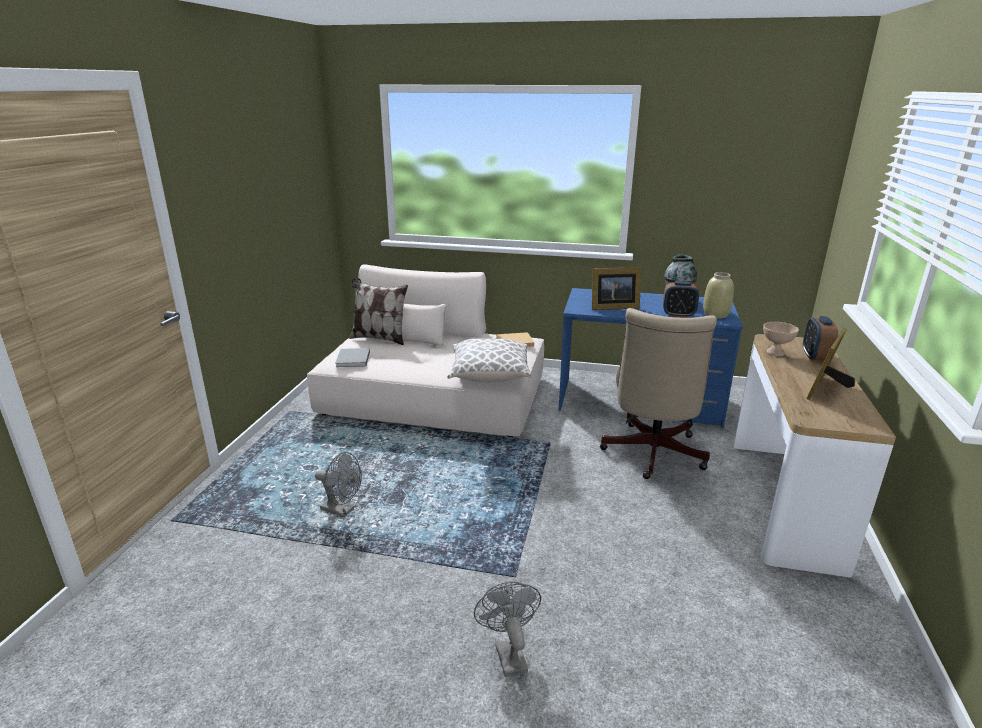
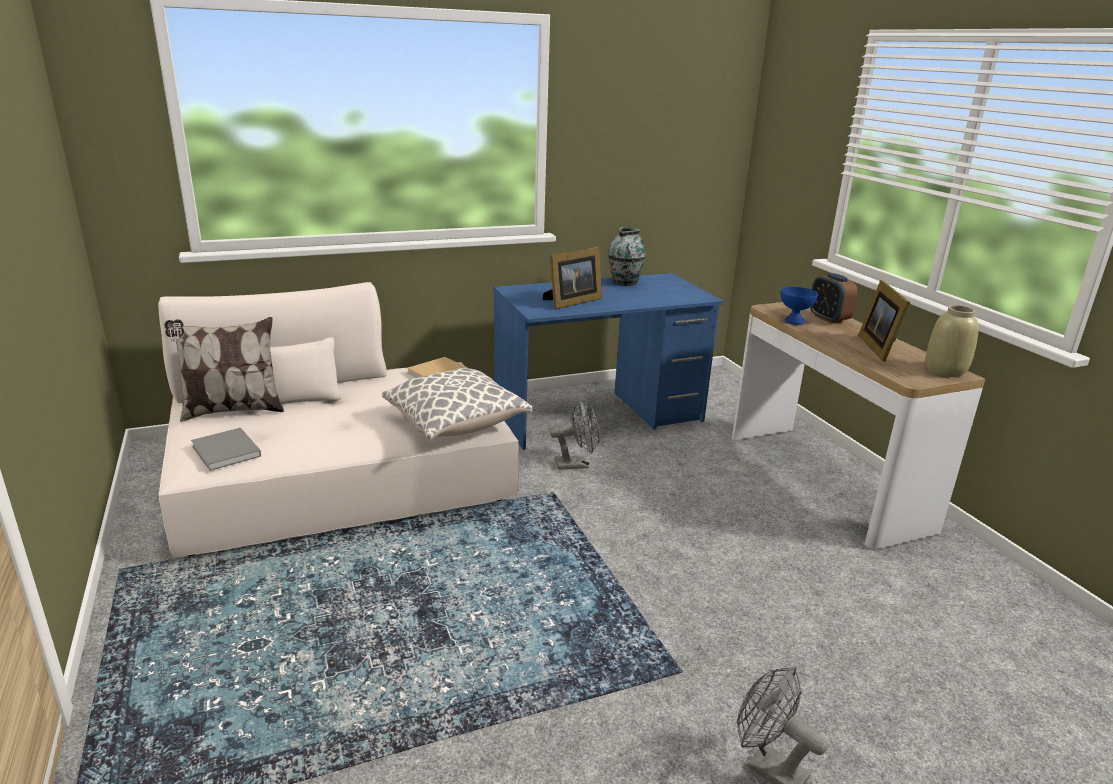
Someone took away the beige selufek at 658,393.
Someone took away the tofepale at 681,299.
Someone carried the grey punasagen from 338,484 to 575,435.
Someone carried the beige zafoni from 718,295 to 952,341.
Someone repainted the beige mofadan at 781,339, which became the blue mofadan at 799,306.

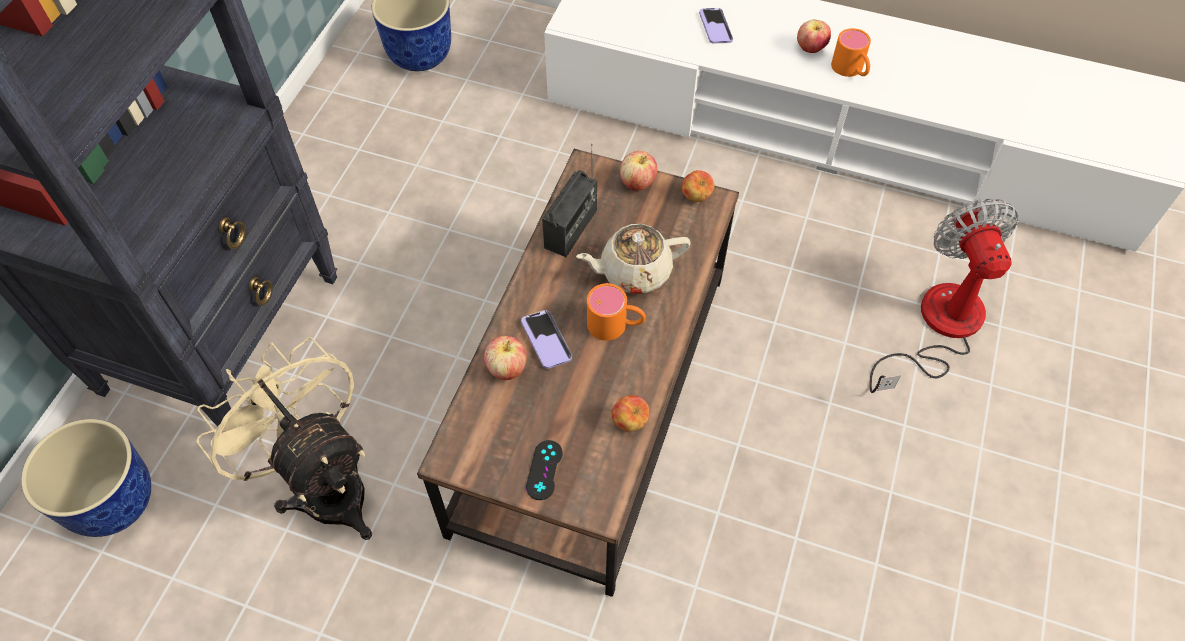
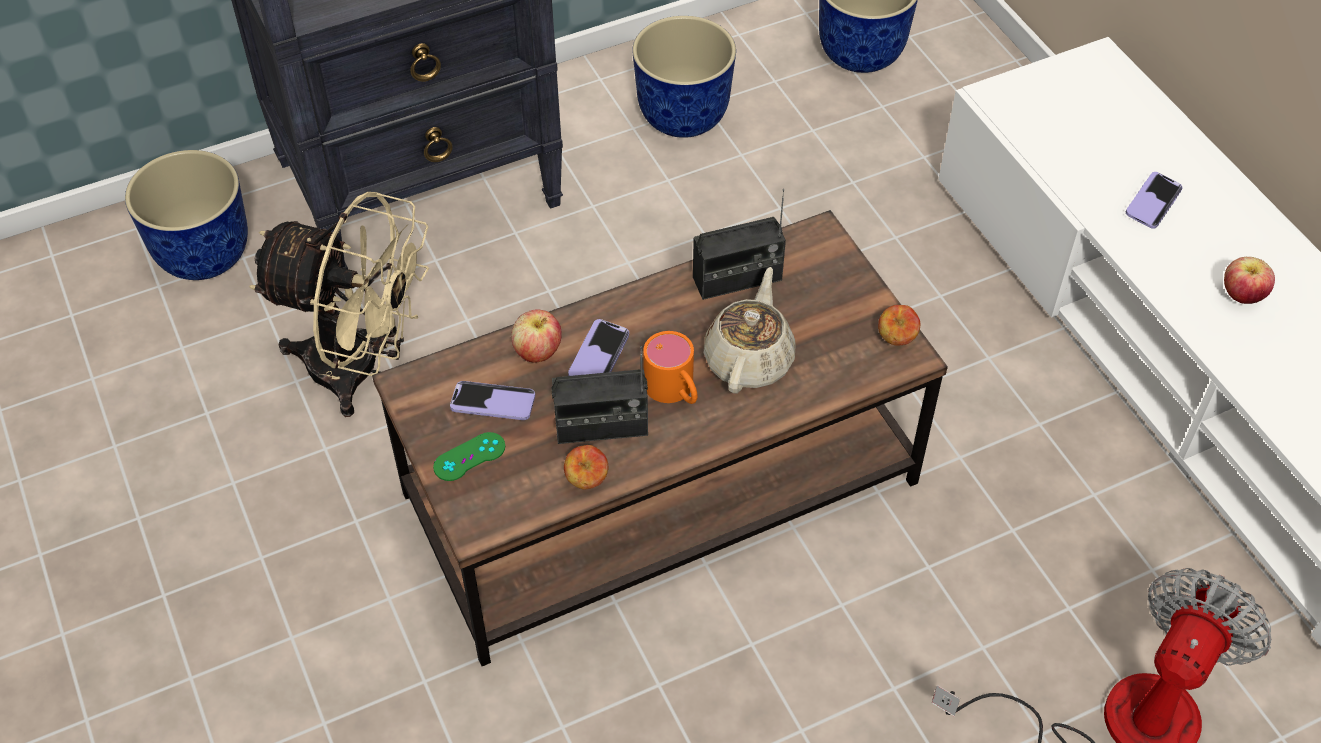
Someone took away the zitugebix at 638,171.
Someone took away the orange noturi at 851,52.
Someone put down the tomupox at 492,400.
Someone put down the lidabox at 599,395.
Someone put down the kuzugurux at 684,77.
Someone repainted the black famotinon at 544,470, which became the green famotinon at 469,456.
Someone rotated the beige punasagen at 284,438 by 105 degrees clockwise.
Someone rotated the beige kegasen at 633,259 by 75 degrees clockwise.

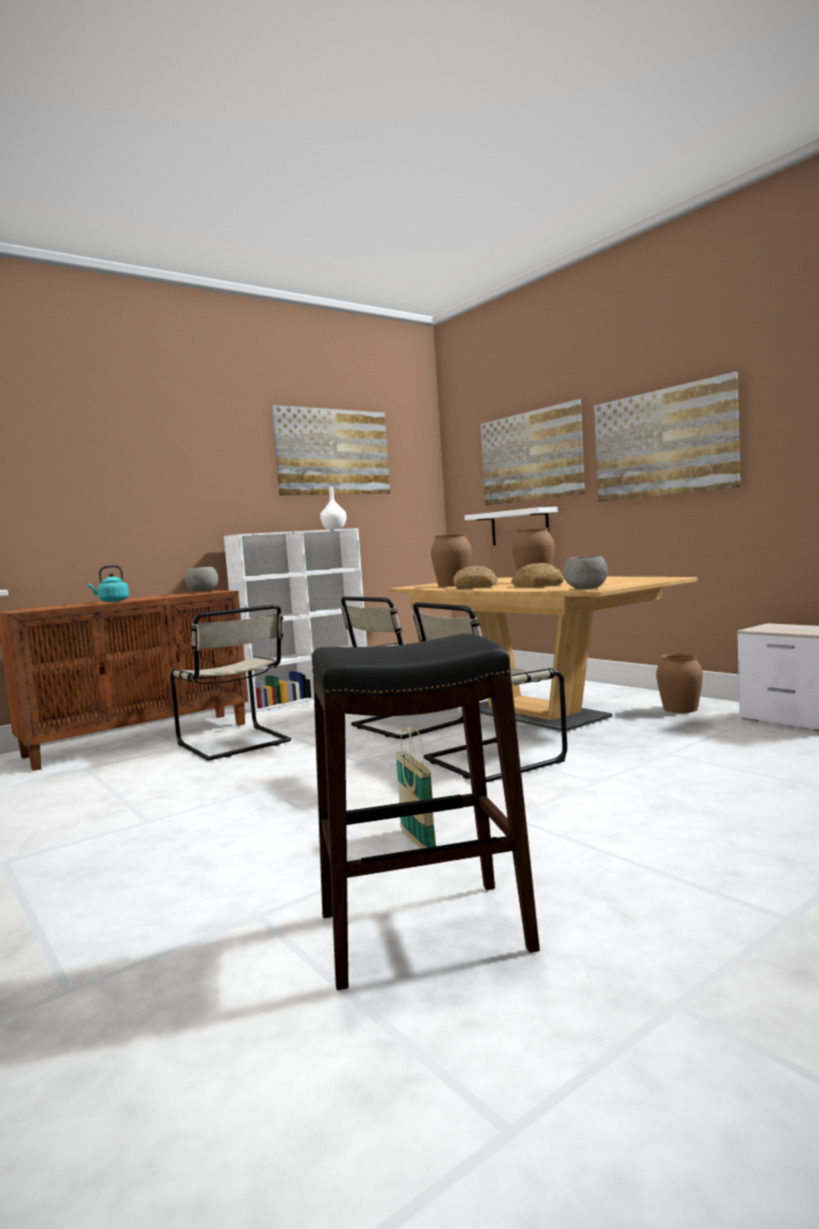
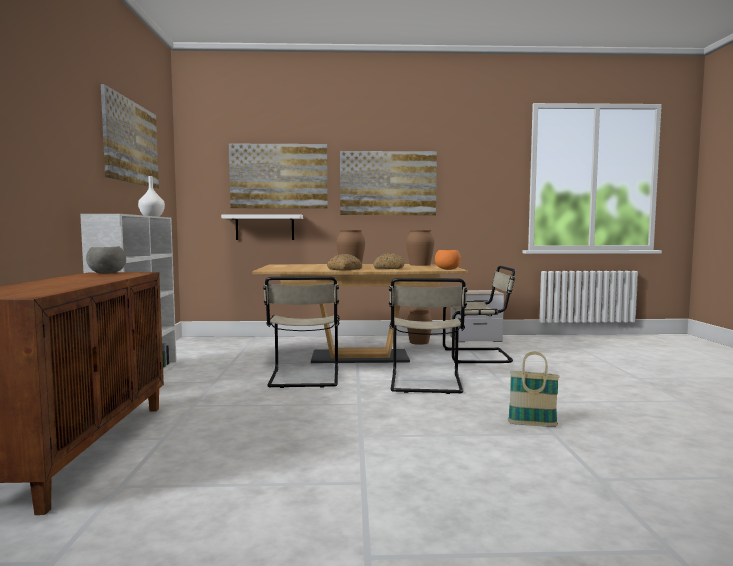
Someone took away the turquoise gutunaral at 108,583.
Someone took away the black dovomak at 426,811.
Someone carried the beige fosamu from 230,682 to 479,314.
Someone carried the brown zafoni from 451,560 to 420,248.
Someone repainted the grey mofadan at 585,572, which became the orange mofadan at 448,260.

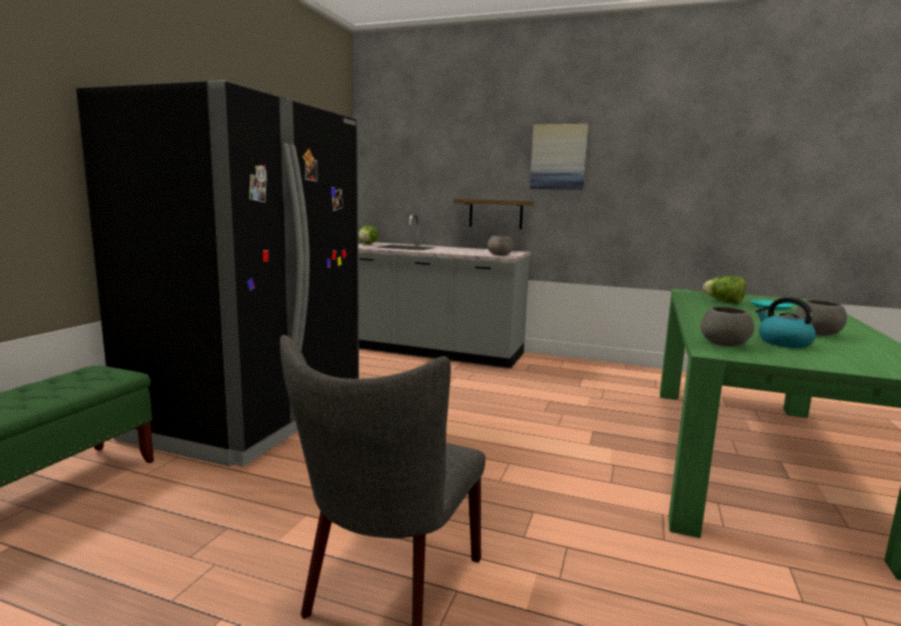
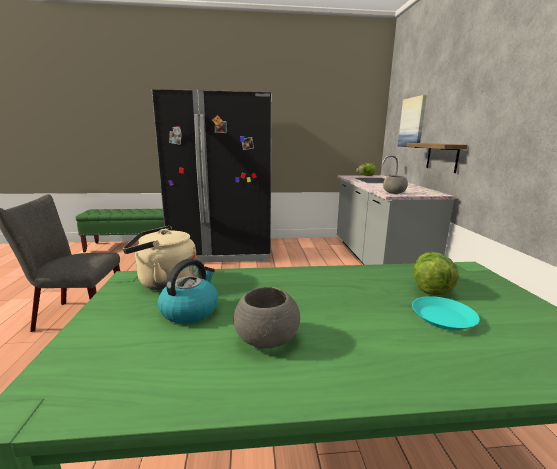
Someone carried the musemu from 559,157 to 412,121.
Someone swapped the grey mofadan at 727,326 for the beige gutunaral at 160,258.

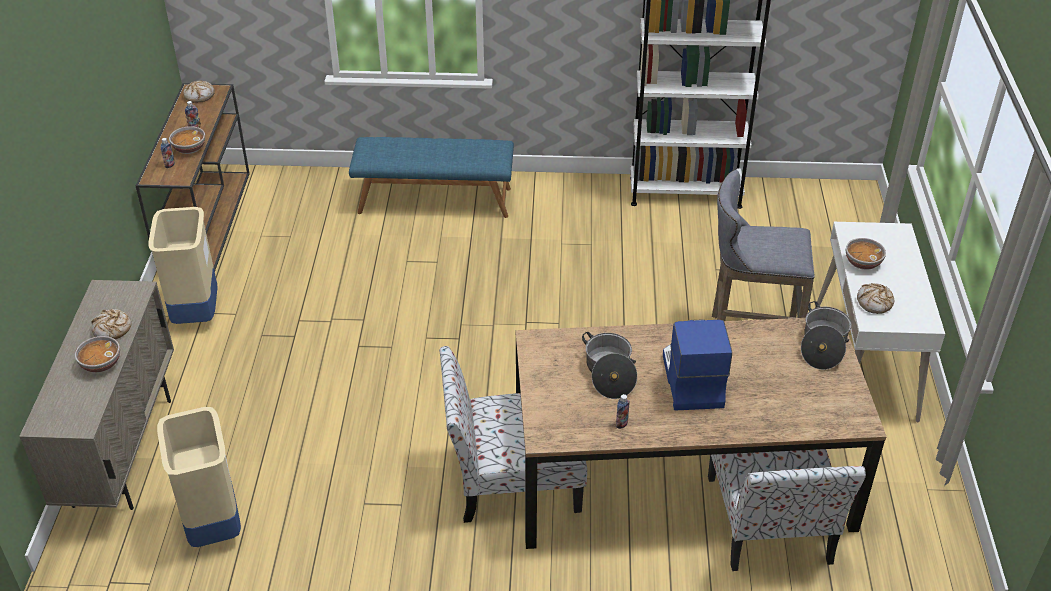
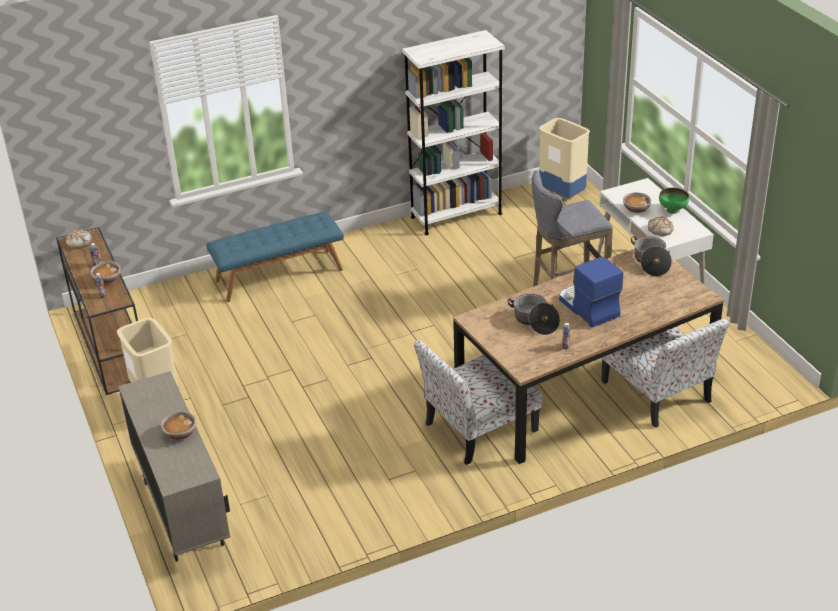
Someone took away the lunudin at 111,324.
Someone put down the green mofadan at 674,201.
Someone carried the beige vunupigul from 199,477 to 564,158.

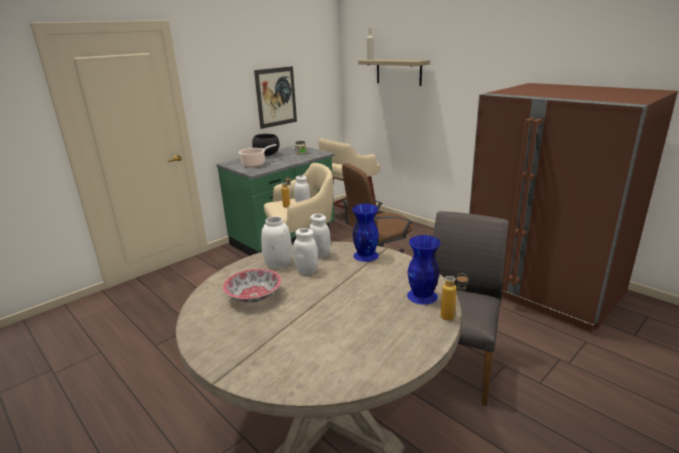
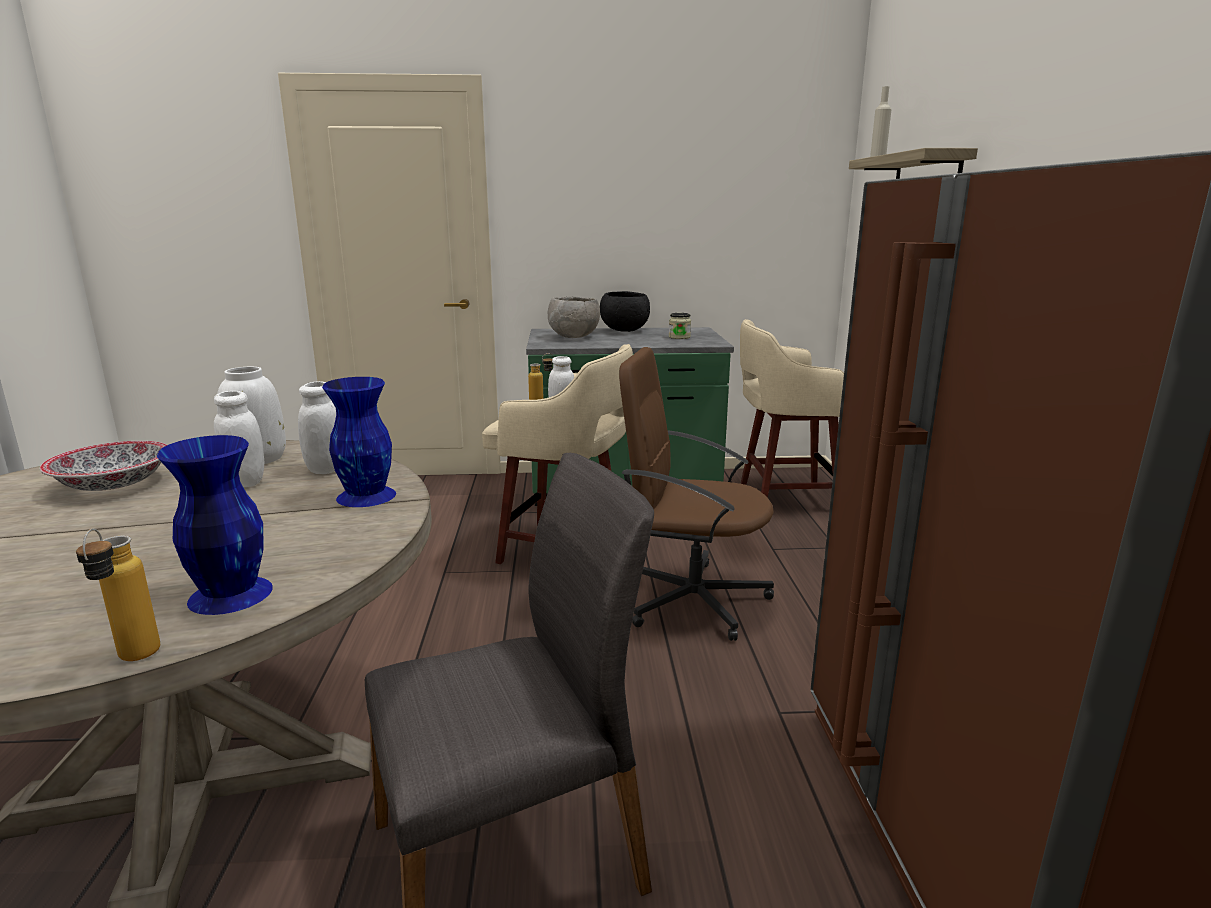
Someone took away the musemu at 275,97.
Someone swapped the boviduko at 258,155 for the grey mofadan at 574,317.

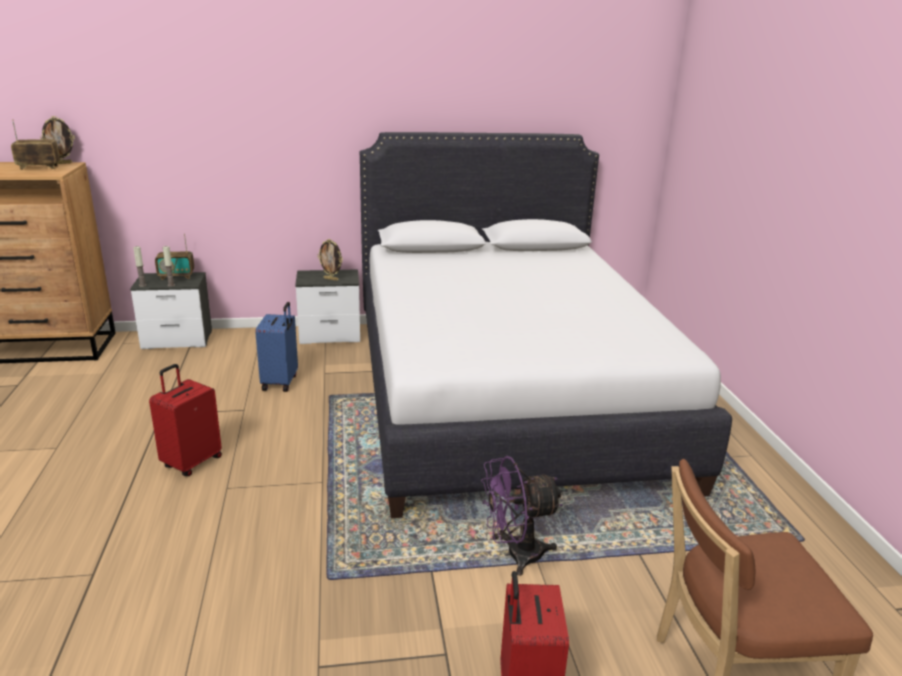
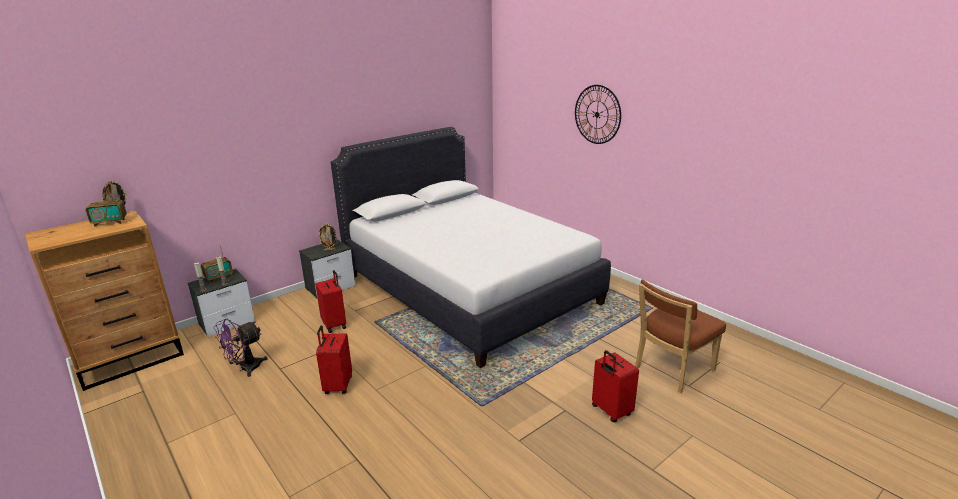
Someone put up the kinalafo at 598,114.
Someone carried the purple punasagen from 521,516 to 240,348.
Someone repainted the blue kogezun at 276,347, which became the red kogezun at 330,301.
Someone rotated the lidabox at 35,144 by 150 degrees counterclockwise.

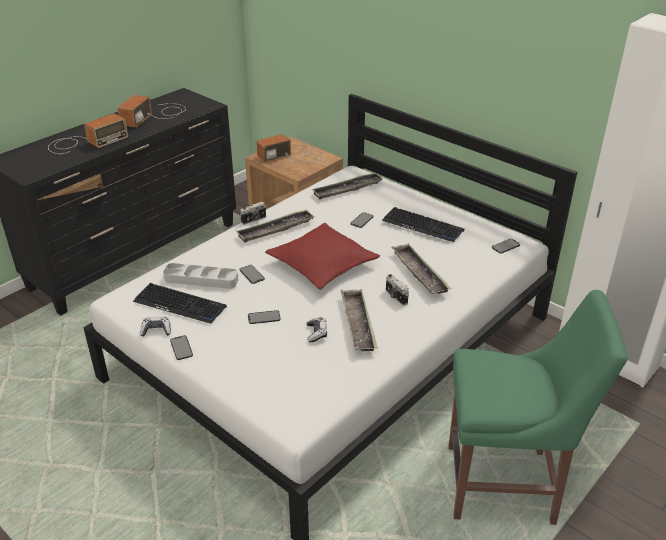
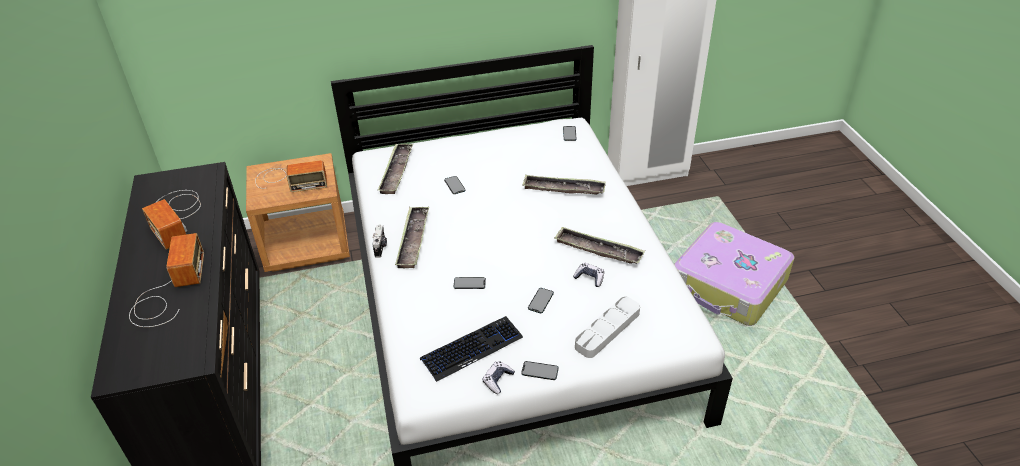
Someone took away the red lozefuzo at 322,256.
Someone took away the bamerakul at 423,224.
Someone took away the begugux at 397,289.
Someone carried the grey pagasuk from 200,276 to 607,327.
Someone swapped the green fosamu at 538,407 for the kogezun at 734,274.
Someone rotated the lidabox at 290,149 by 105 degrees counterclockwise.

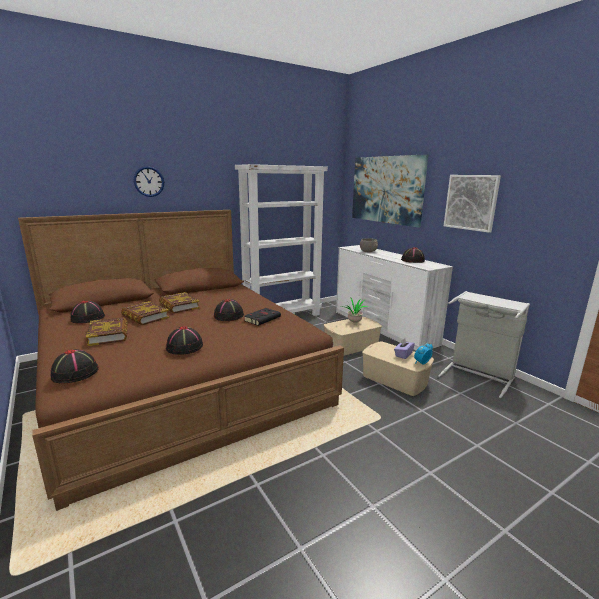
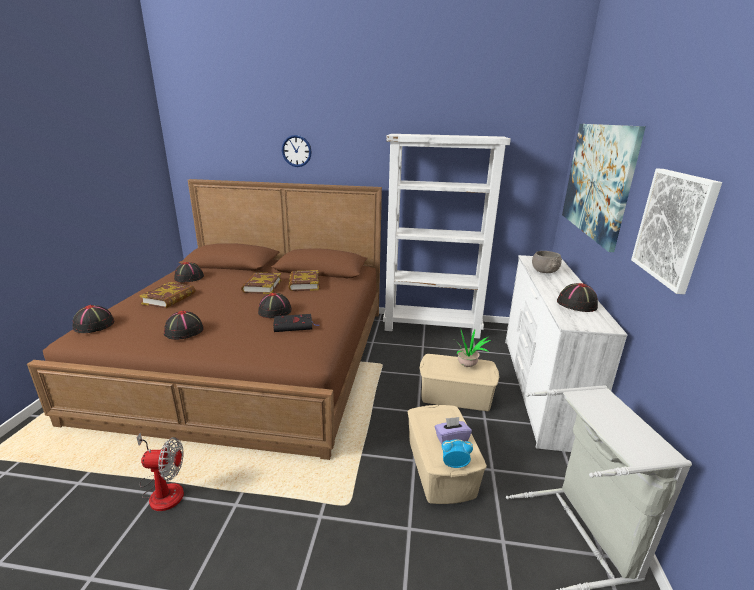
Someone put down the punasagen at 160,472.
Someone carried the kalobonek from 145,313 to 303,280.

